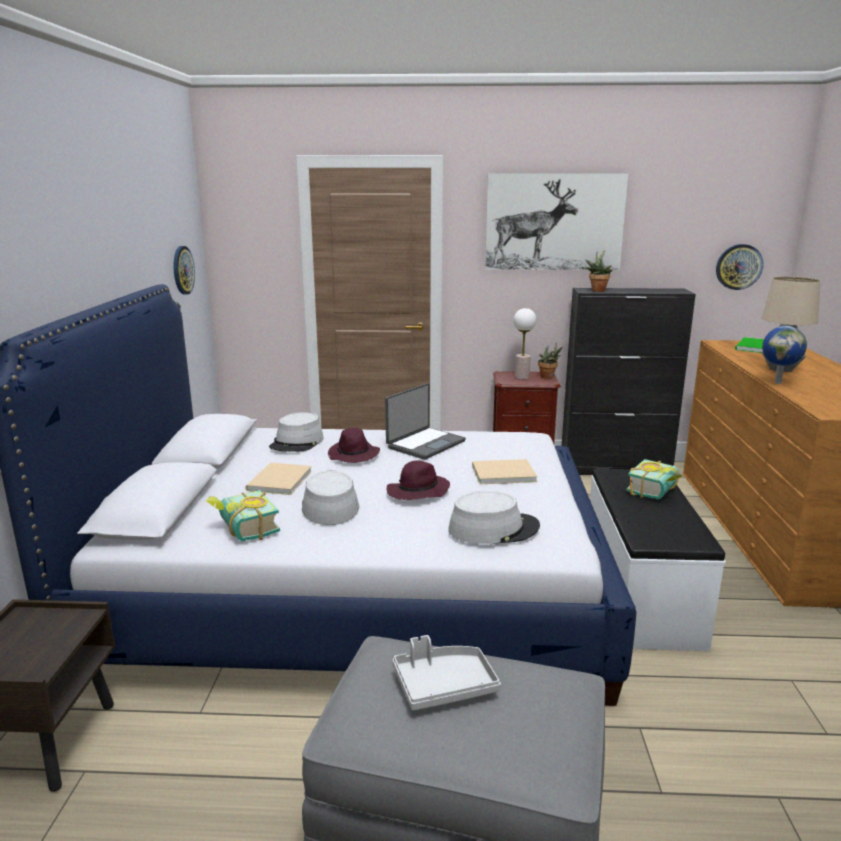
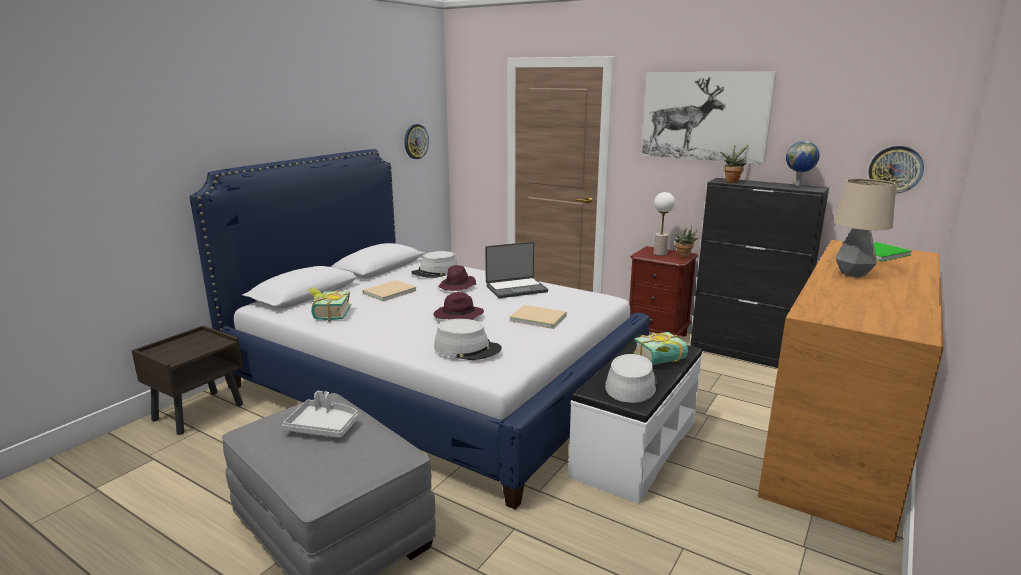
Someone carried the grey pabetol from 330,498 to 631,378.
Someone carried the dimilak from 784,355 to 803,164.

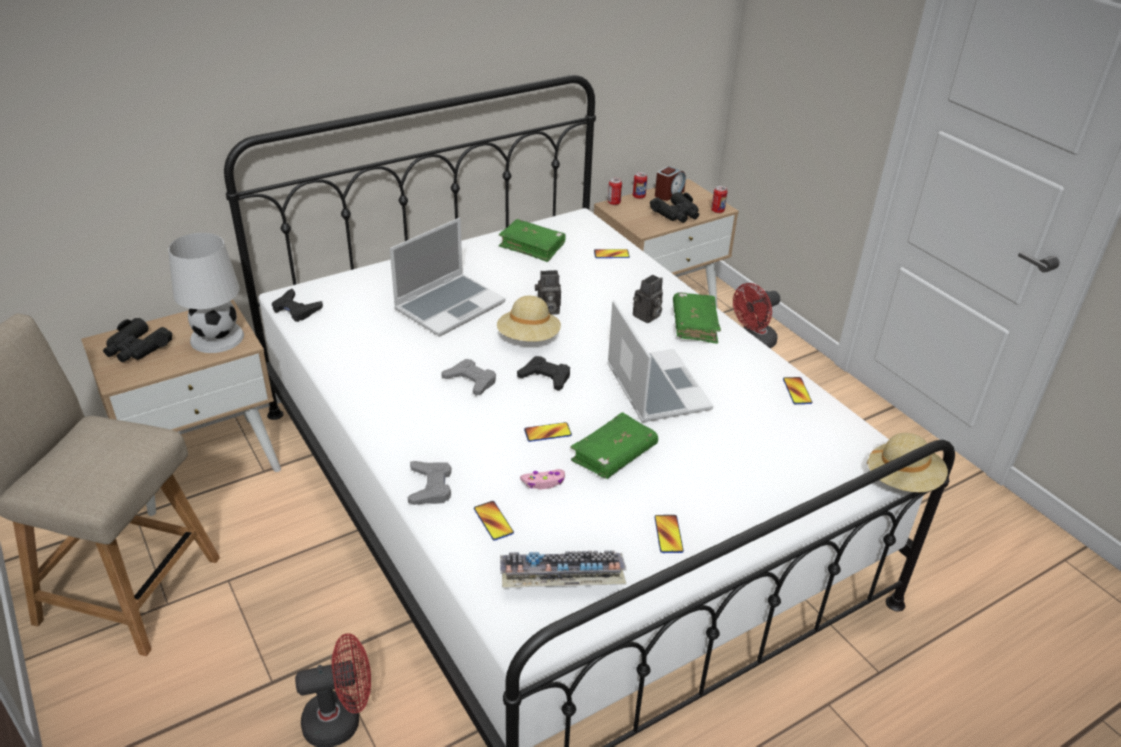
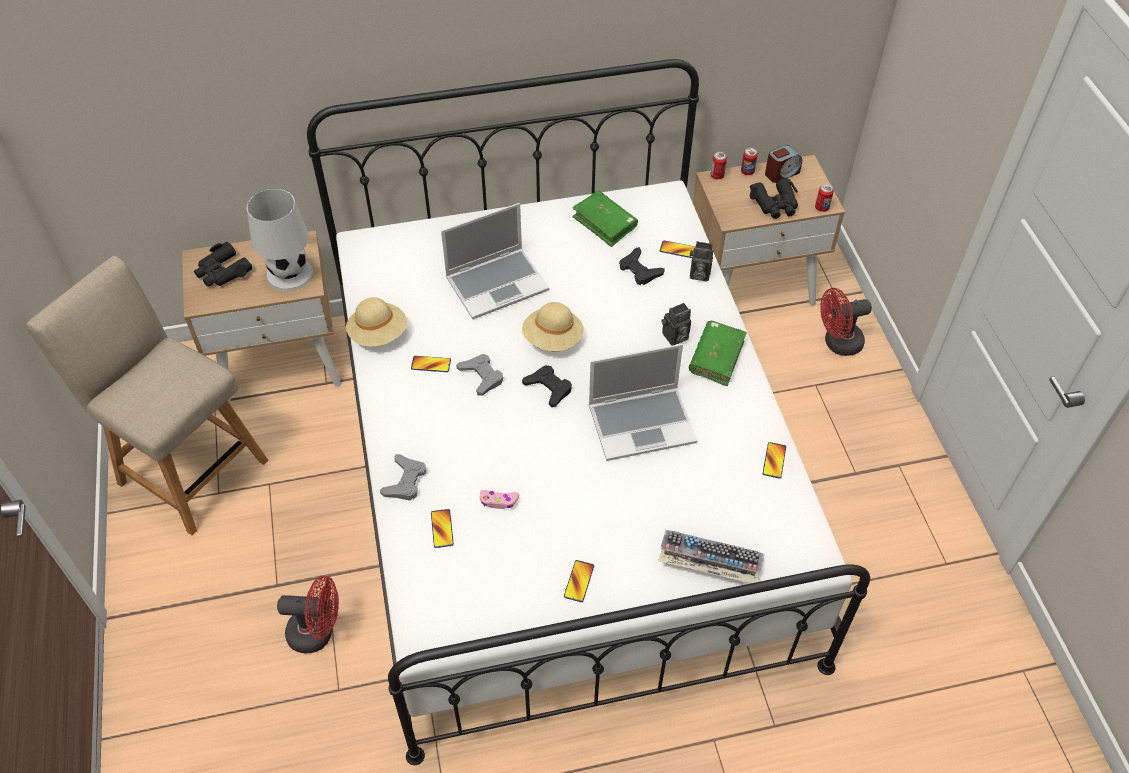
Someone took away the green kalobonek at 614,445.
Someone carried the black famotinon from 297,305 to 642,266.
Someone carried the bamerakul from 563,569 to 711,557.
Someone carried the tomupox from 548,432 to 431,364.
Someone carried the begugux from 548,292 to 701,261.
Someone carried the beige pabetol from 907,462 to 376,322.
Someone rotated the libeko at 660,361 by 75 degrees clockwise.

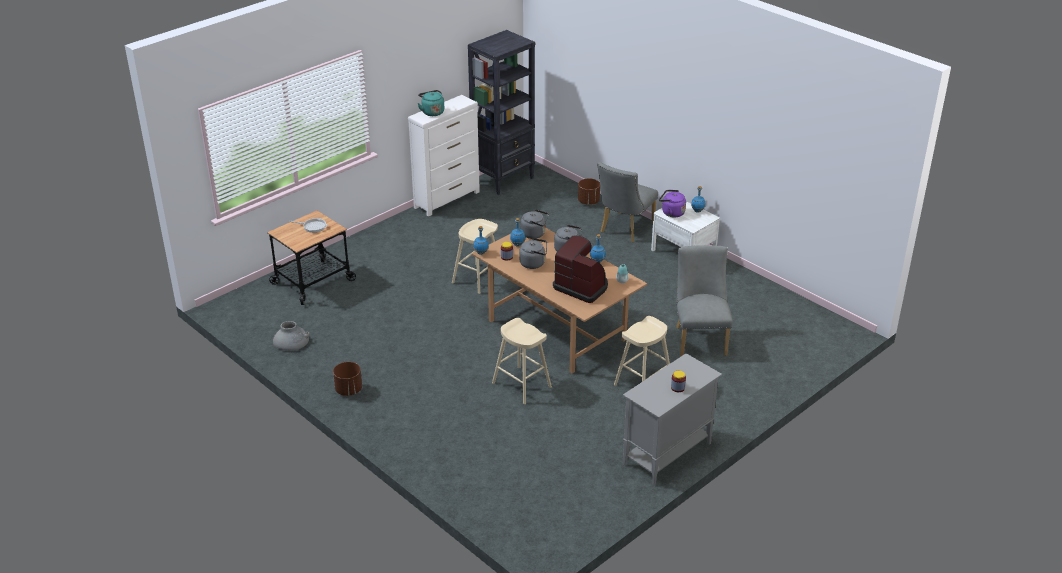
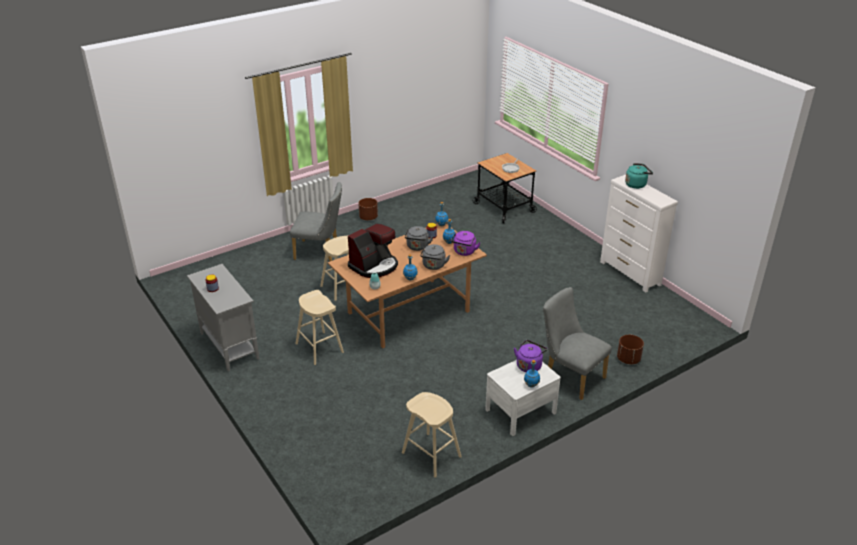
Someone took away the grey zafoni at 291,336.
Someone took away the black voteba at 501,112.
Someone carried the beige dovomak from 475,256 to 432,435.
Someone carried the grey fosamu from 704,300 to 316,221.
Someone repainted the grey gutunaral at 535,224, which became the purple gutunaral at 465,243.

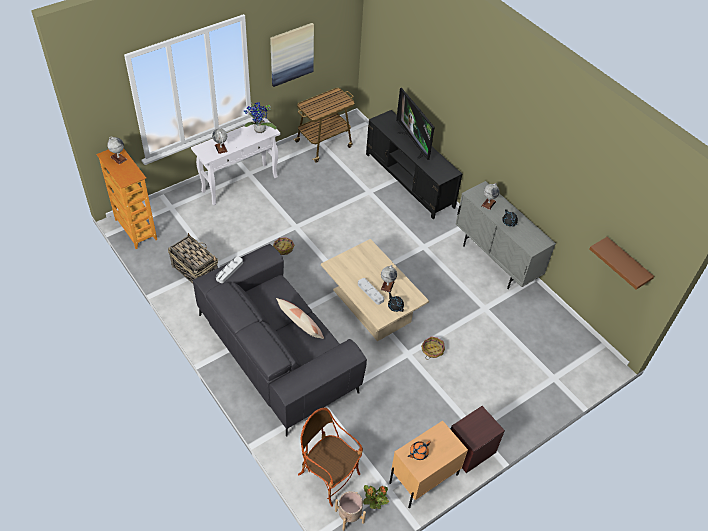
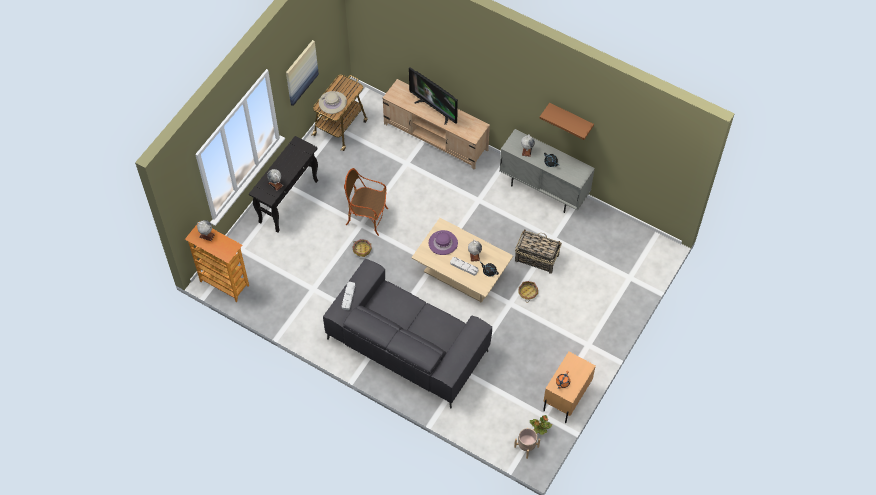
Someone took away the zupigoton at 260,117.
Someone took away the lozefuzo at 300,318.
Someone took away the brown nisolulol at 478,439.
Someone put down the beige pabetol at 333,102.
Someone put down the purple pabetol at 443,242.
Someone carried the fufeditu from 193,258 to 538,252.
Someone carried the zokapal from 330,457 to 366,202.
Someone carried the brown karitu from 621,263 to 567,121.
Someone repainted the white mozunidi at 235,161, which became the black mozunidi at 283,184.
Someone repainted the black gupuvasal at 414,164, which became the beige gupuvasal at 436,124.

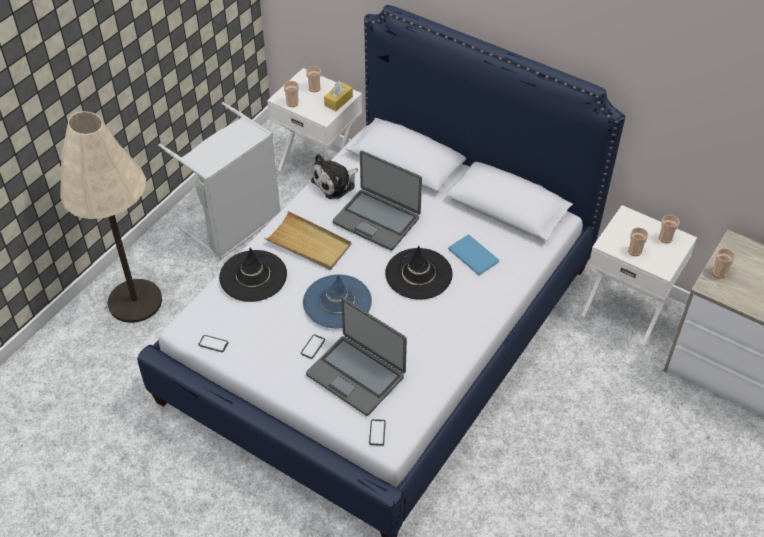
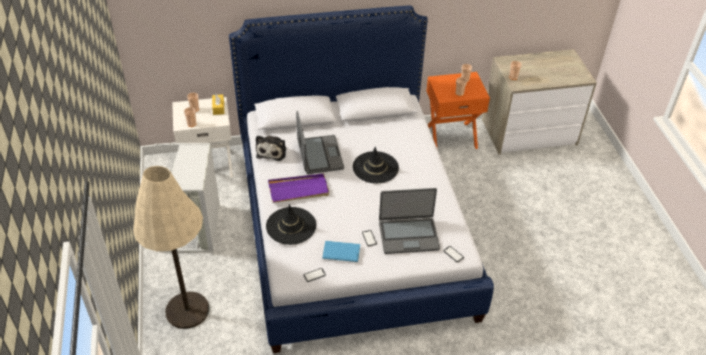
Someone took away the blue pabetol at 337,301.
Someone carried the blue kalobonek from 473,255 to 341,251.
Someone repainted the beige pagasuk at 307,240, which became the purple pagasuk at 298,188.
Someone repainted the white nisolulol at 639,275, which became the orange nisolulol at 458,110.
Someone rotated the libeko at 377,201 by 90 degrees counterclockwise.

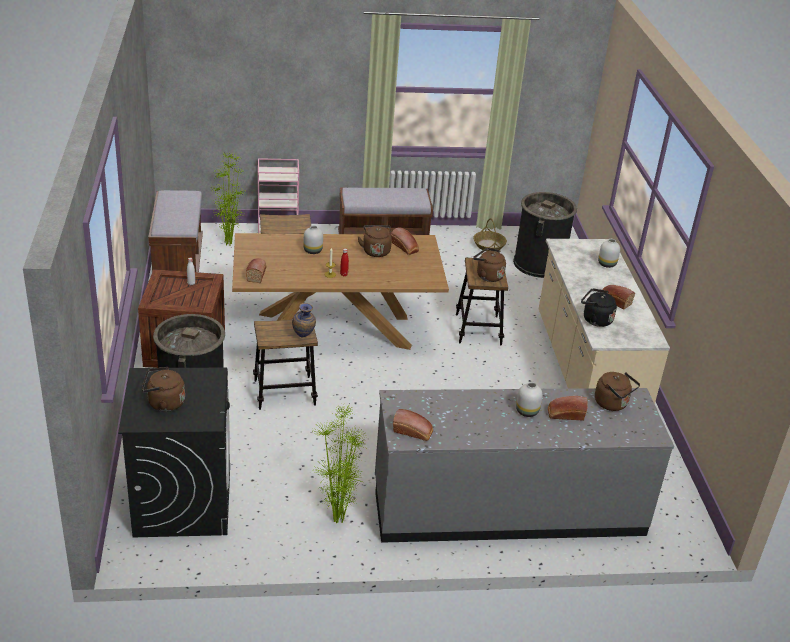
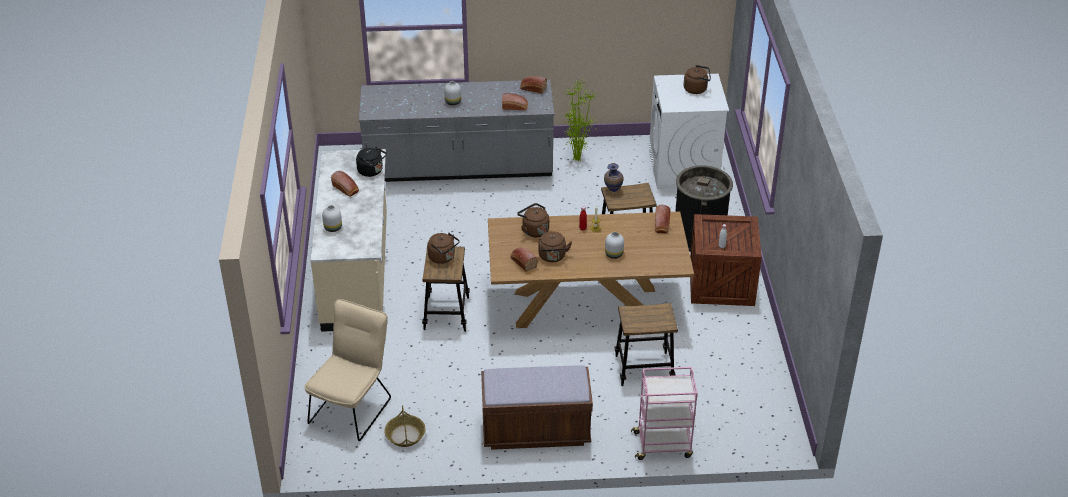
Someone took away the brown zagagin at 175,231.
Someone took away the zupigoton at 228,199.
Someone carried the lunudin from 568,408 to 515,101.
Someone carried the brown gutunaral from 617,391 to 533,220.
Someone swapped the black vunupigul at 545,235 for the beige fosamu at 347,370.
Someone repainted the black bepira at 174,452, which became the white bepira at 689,131.

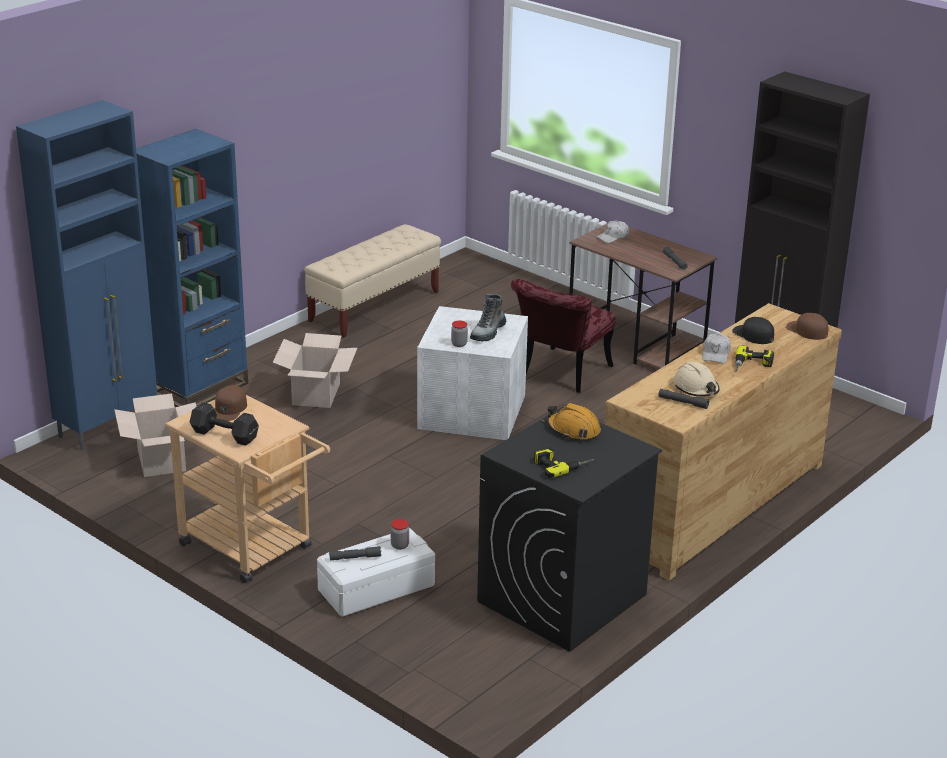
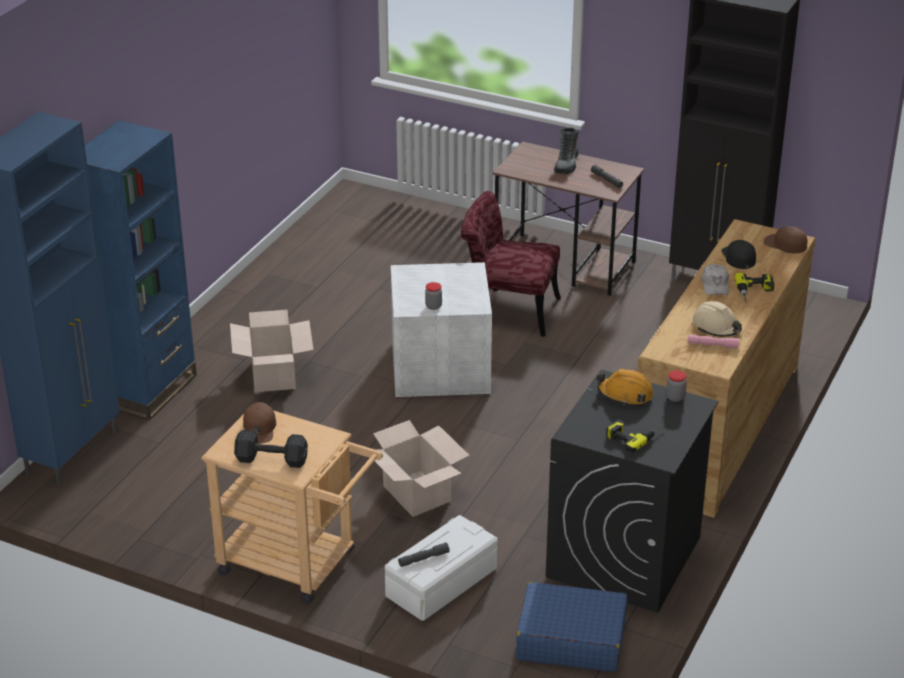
Someone took away the beige zagagin at 372,280.
Someone took away the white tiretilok at 613,232.
Someone put down the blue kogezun at 571,627.
Someone carried the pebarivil from 155,435 to 421,468.
Someone carried the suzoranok from 400,534 to 676,386.
Someone carried the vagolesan from 488,318 to 566,150.
Someone repainted the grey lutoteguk at 684,399, which became the pink lutoteguk at 713,342.
Someone rotated the red fosamu at 563,336 by 90 degrees clockwise.
Someone rotated the black tiretilok at 753,330 by 45 degrees clockwise.

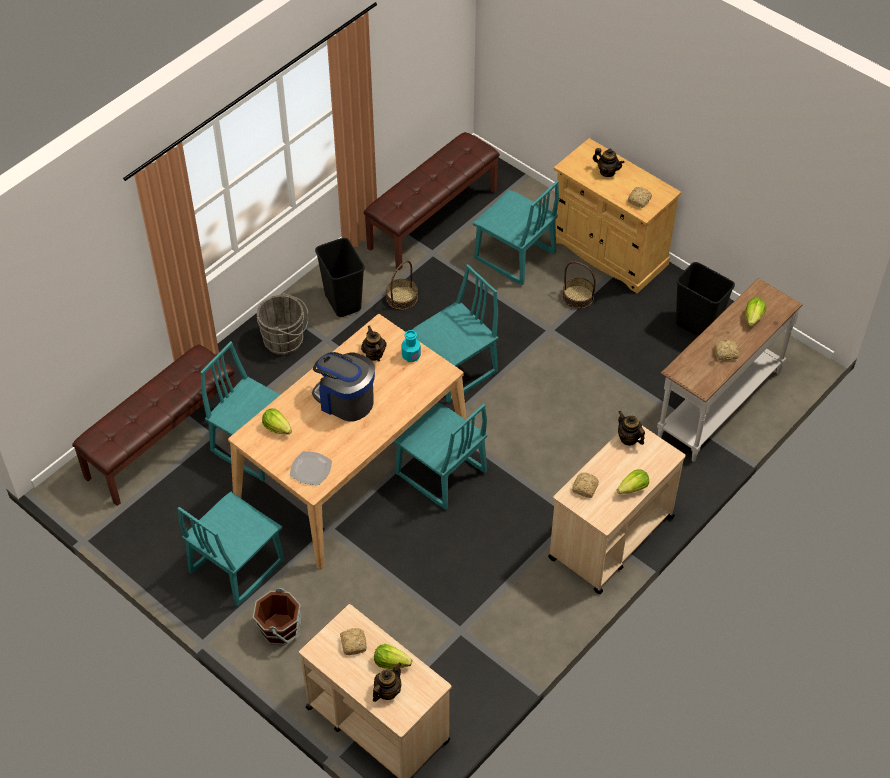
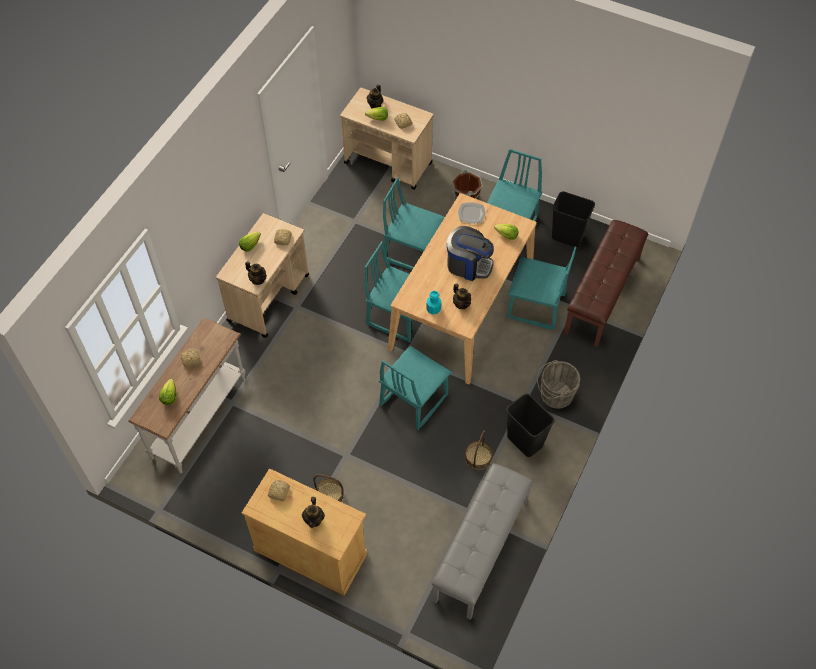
Someone carried the turquoise fosamu from 516,233 to 414,223.
Someone carried the black vunupigul from 705,299 to 573,219.
Someone repainted the brown zagagin at 432,201, which became the grey zagagin at 482,541.
Someone rotated the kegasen at 608,162 by 105 degrees counterclockwise.

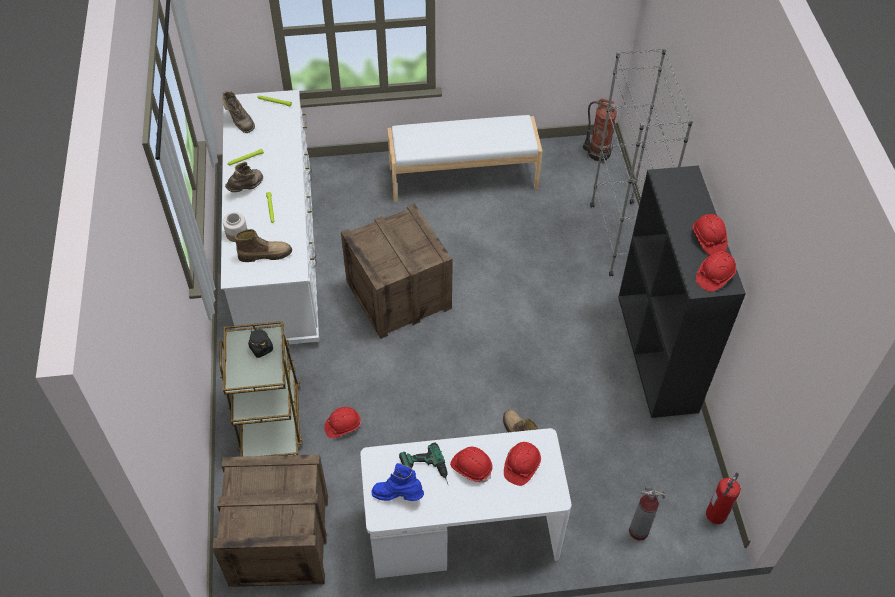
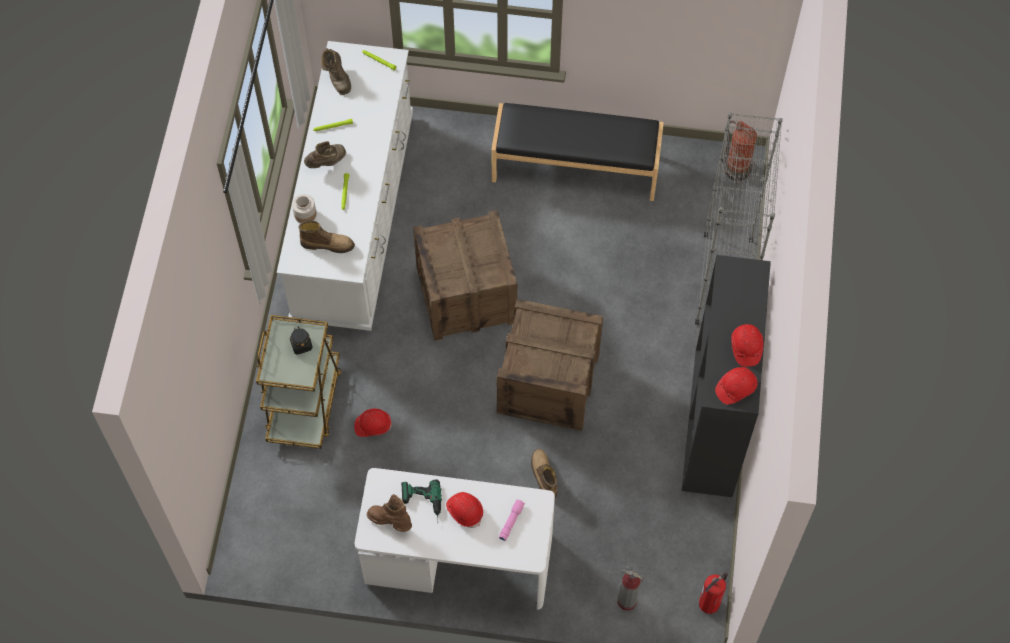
Someone carried the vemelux from 270,520 to 550,365.
Someone swapped the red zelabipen at 522,464 for the pink lutoteguk at 512,520.
Someone repainted the blue vagolesan at 398,482, which became the brown vagolesan at 389,513.
Someone repainted the white zagagin at 464,158, which became the black zagagin at 577,152.

